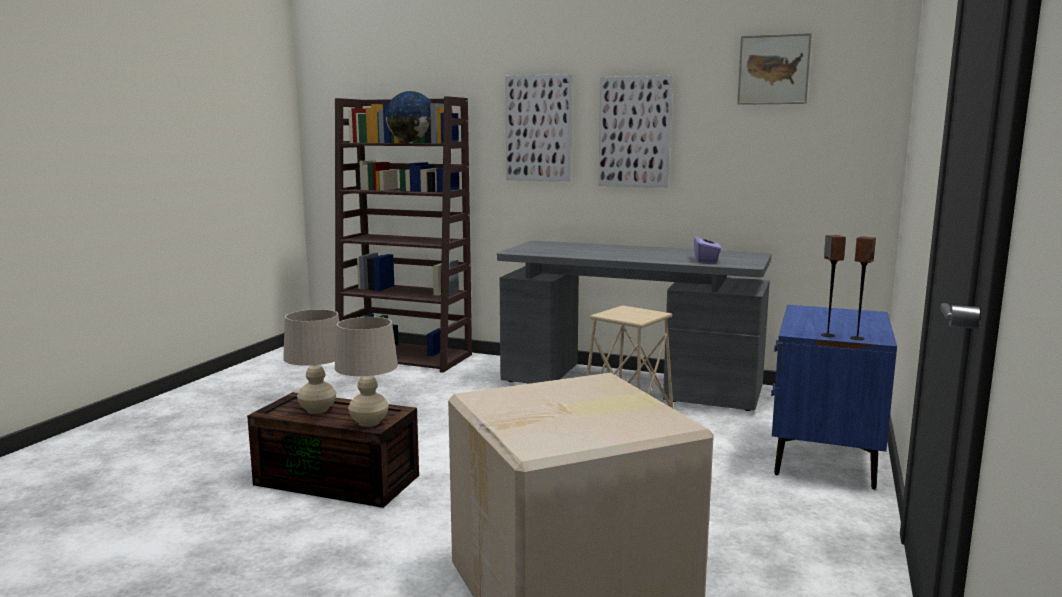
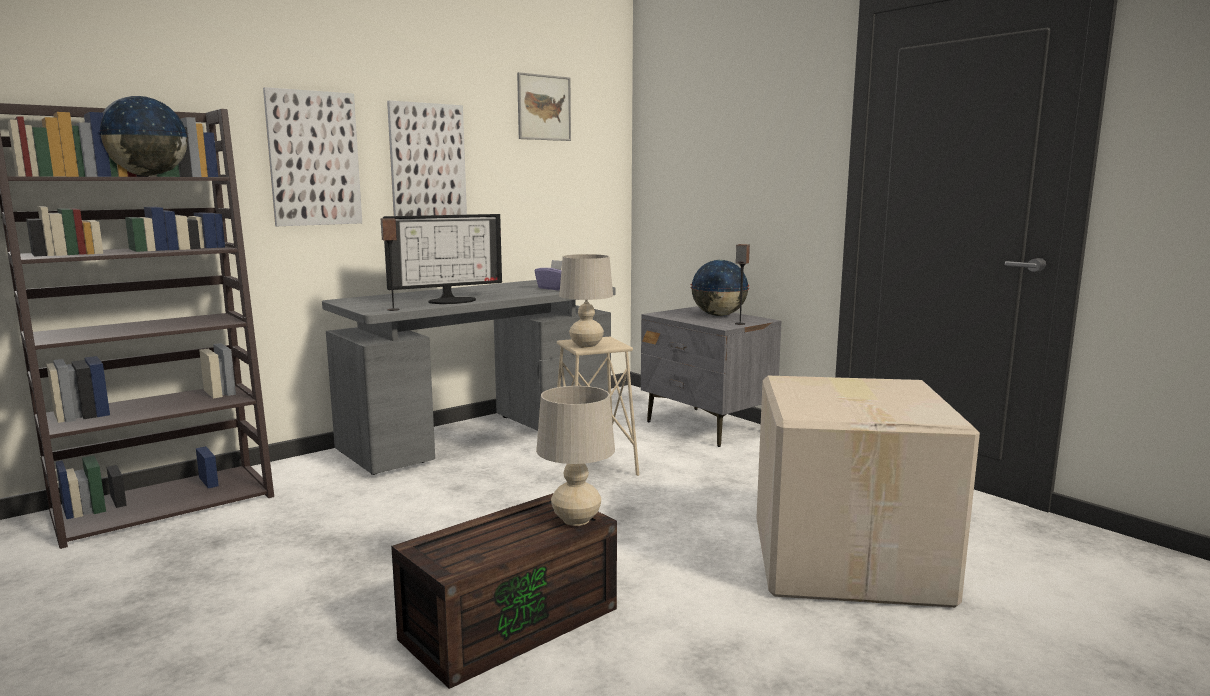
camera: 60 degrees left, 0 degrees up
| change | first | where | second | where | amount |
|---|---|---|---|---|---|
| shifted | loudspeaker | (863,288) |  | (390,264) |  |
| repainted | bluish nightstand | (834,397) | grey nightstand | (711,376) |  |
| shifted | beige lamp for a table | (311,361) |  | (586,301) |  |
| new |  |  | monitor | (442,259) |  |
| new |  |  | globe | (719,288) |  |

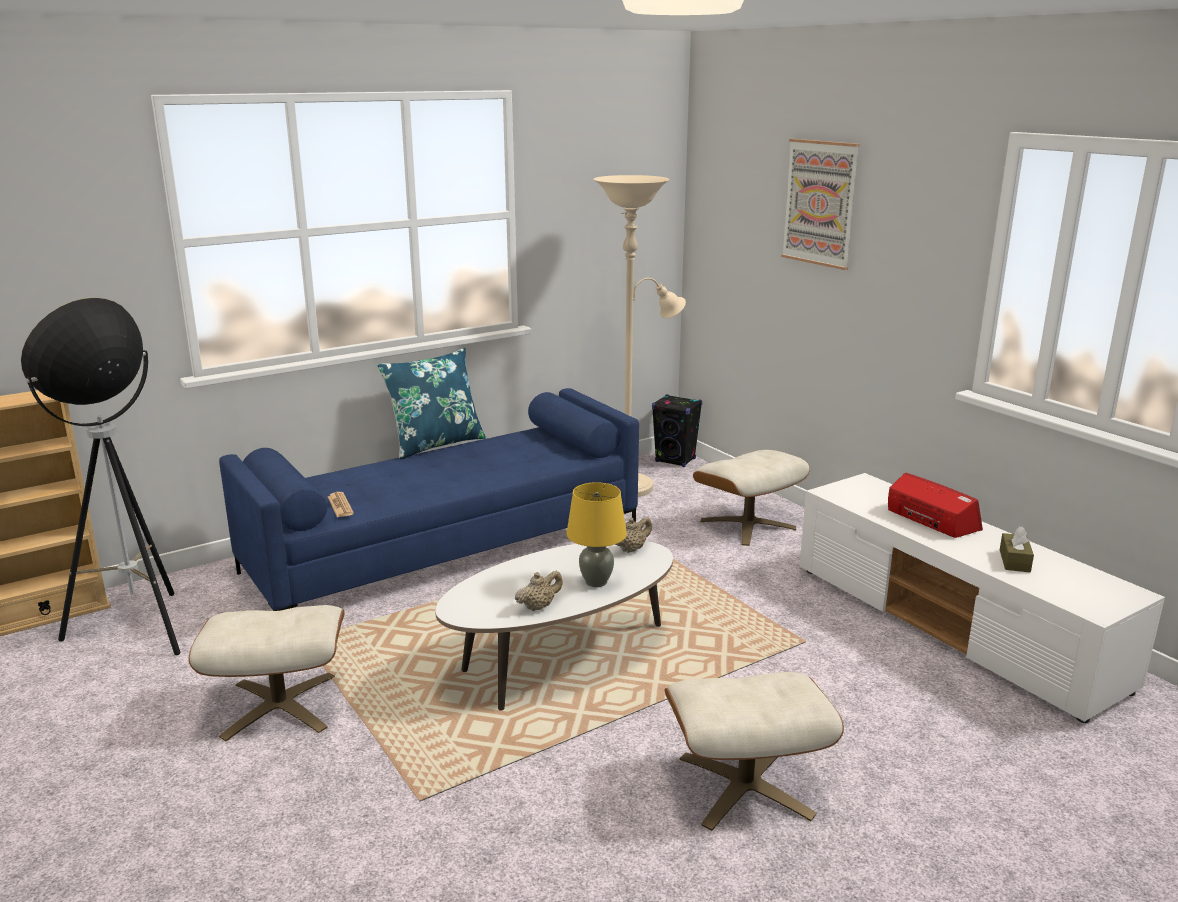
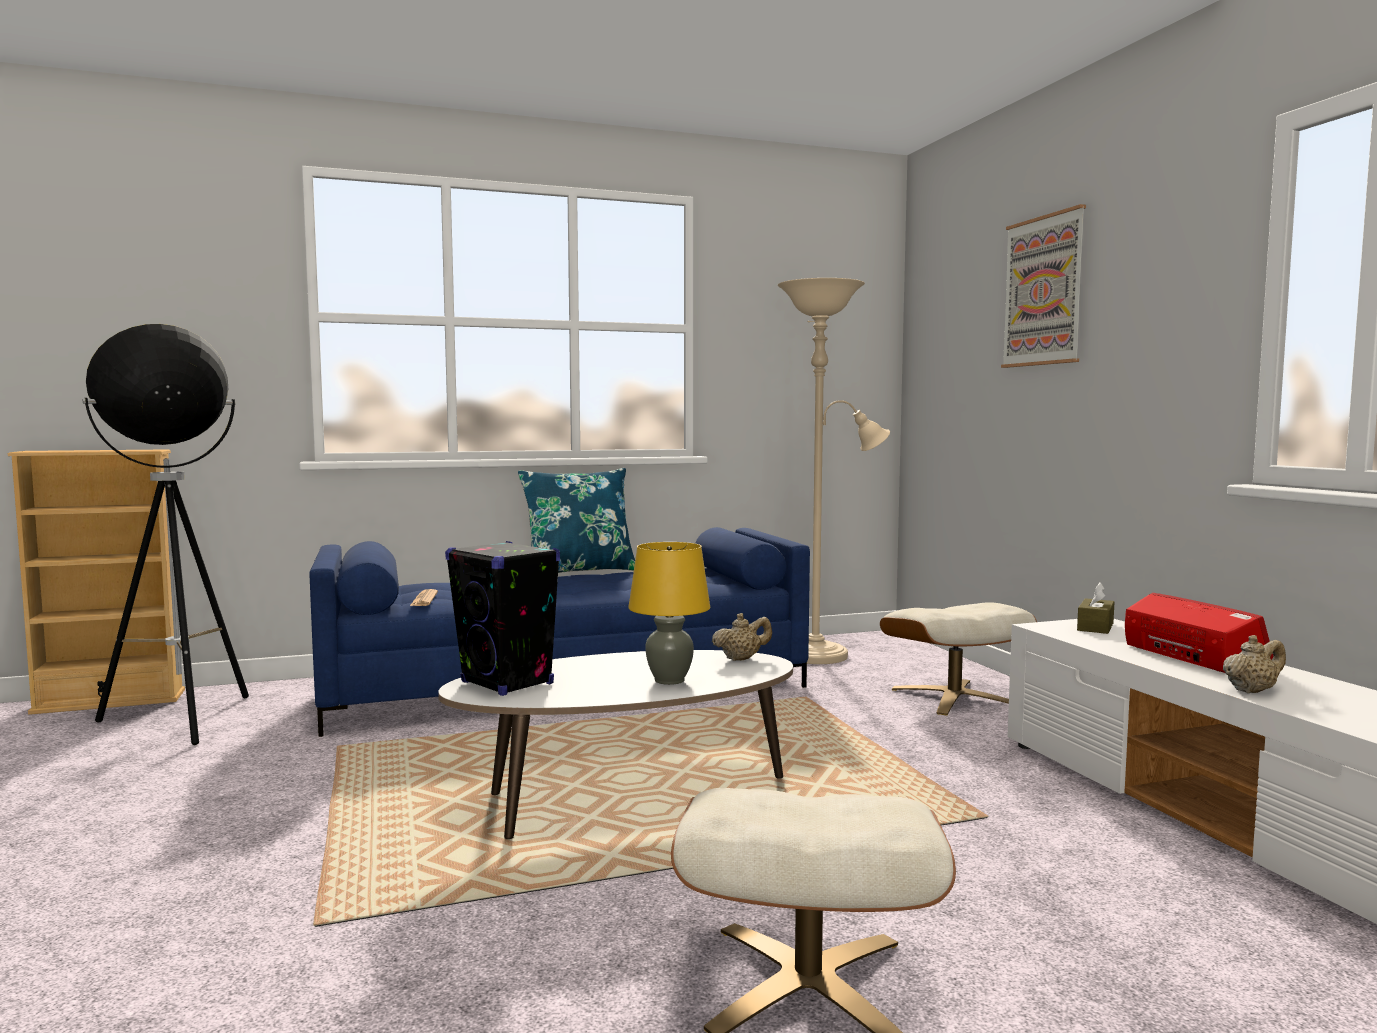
camera: 15 degrees right, 15 degrees down
| change | first | where | second | where | amount |
|---|---|---|---|---|---|
| shifted | black loudspeaker | (677,431) |  | (502,618) |  |
| shifted | brown-coloured box of tissues | (1017,549) |  | (1096,608) |  |
| shifted | beige tea pot | (539,591) |  | (1254,664) |  |
| gone | beige ottoman | (267,673) |  |  |  |

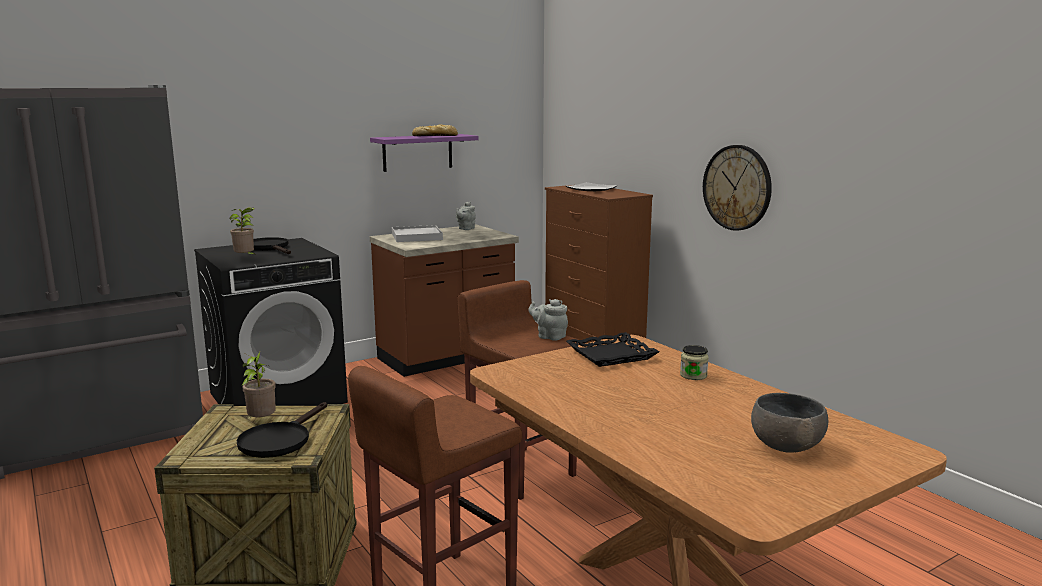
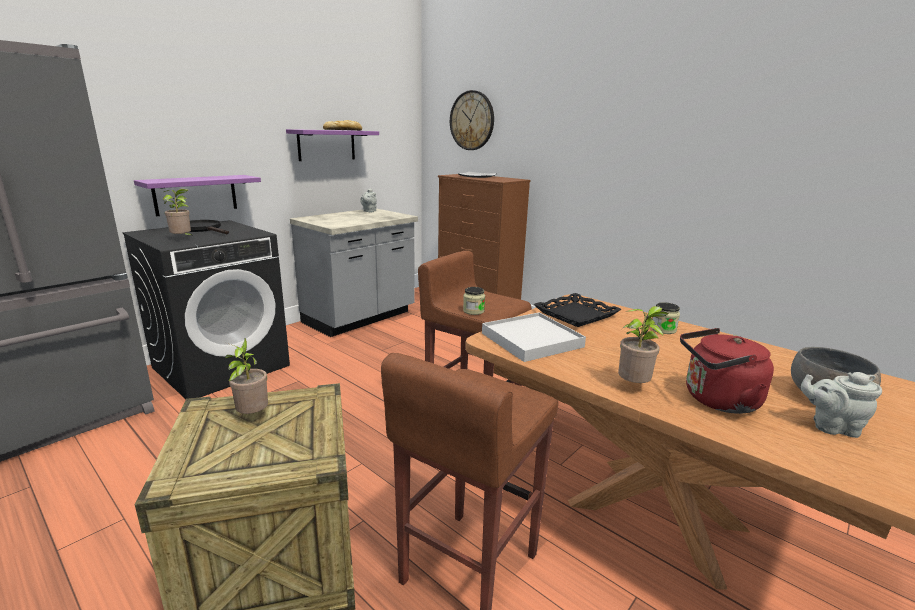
camera: 15 degrees left, 5 degrees up
| change | first | where | second | where | amount |
|---|---|---|---|---|---|
| shifted | wall clock | (737,188) |  | (472,120) |  |
| repainted | brown-coloured kitchen base unit | (444,300) | grey kitchen base unit | (354,272) |  |
| shifted | white carrying tray | (417,233) |  | (534,337) |  |
| shifted | grey tea pot | (548,320) |  | (841,405) |  |
| gone | black frying pan | (282,430) |  |  |  |
| new |  |  | purple bracket shelf | (197,195) |  |
| new |  |  | storage jar | (474,301) |  |
| new |  |  | houseplant | (643,344) |  |
| new |  |  | red-coloured tea kettle | (727,371) |  |

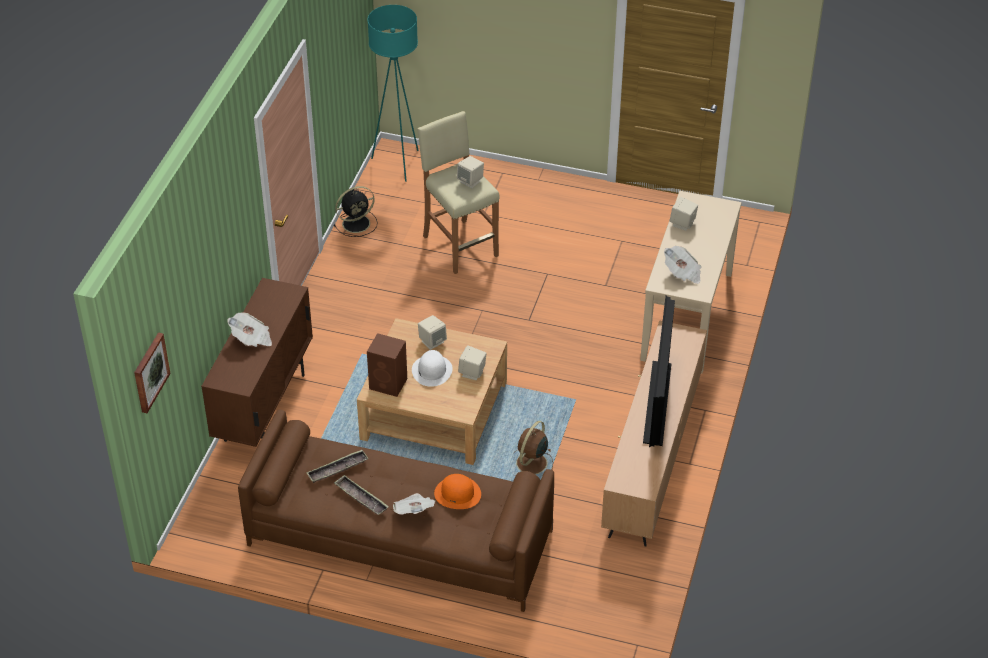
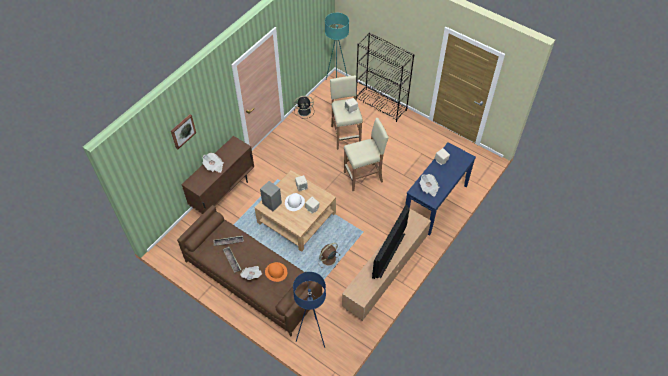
camera: 20 degrees right, 10 degrees up
| change | first | where | second | where | amount |
|---|---|---|---|---|---|
| repainted | beige hall table | (690,282) | bluish hall table | (440,189) |  |
| shifted | wall picture | (152,372) |  | (183,131) |  |
| repainted | brown-coloured loudspeaker | (387,365) | grey loudspeaker | (271,196) |  |
| new |  |  | black bookcase | (385,77) |  |
| new |  |  | beige stool seat | (366,154) |  |
| new |  |  | bluish floor lamp | (309,310) |  |

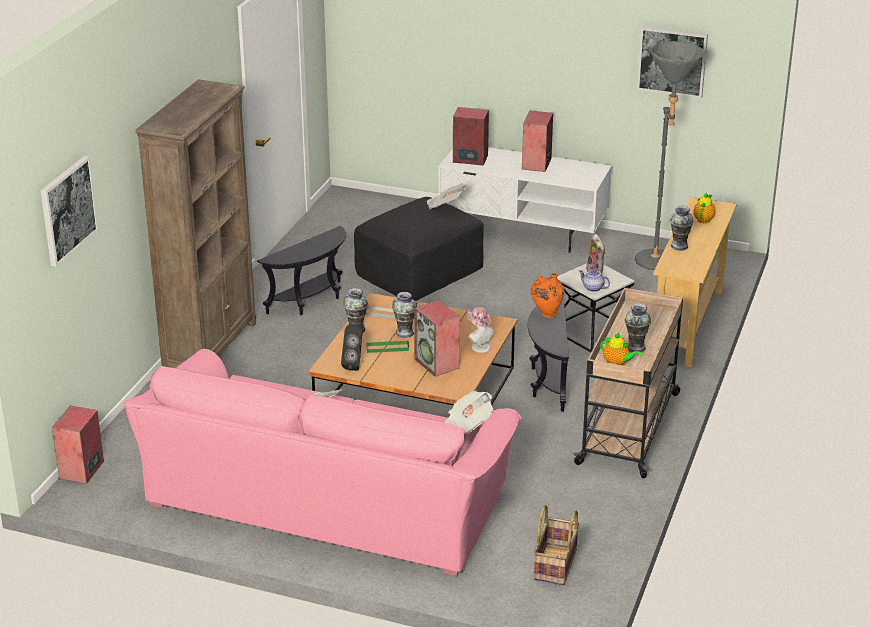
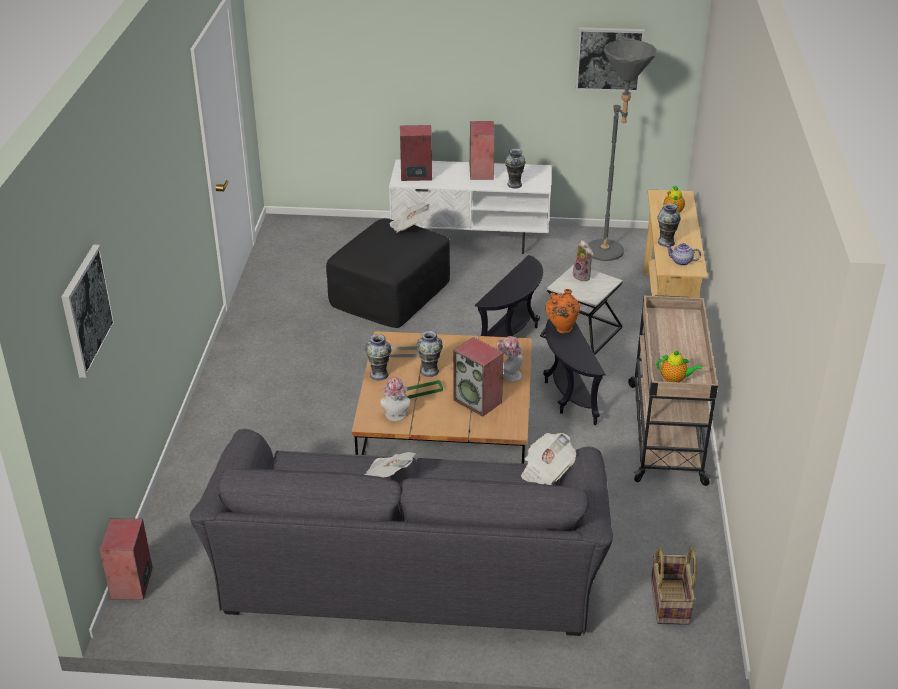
camera: 15 degrees left, 5 degrees up
| change | first | where | second | where | amount |
|---|---|---|---|---|---|
| gone | brown-coloured bookcase | (196,223) |  |  |  |
| shifted | black side table | (301,270) |  | (509,296) |  |
| shifted | tea pot | (594,281) |  | (683,254) |  |
| shifted | flower vase | (638,328) |  | (515,169) |  |
| swapped | black loudspeaker | (352,347) | wearable hat | (395,399) |  |
| repainted | pinkish settee | (322,462) | grey settee | (401,532) |  |

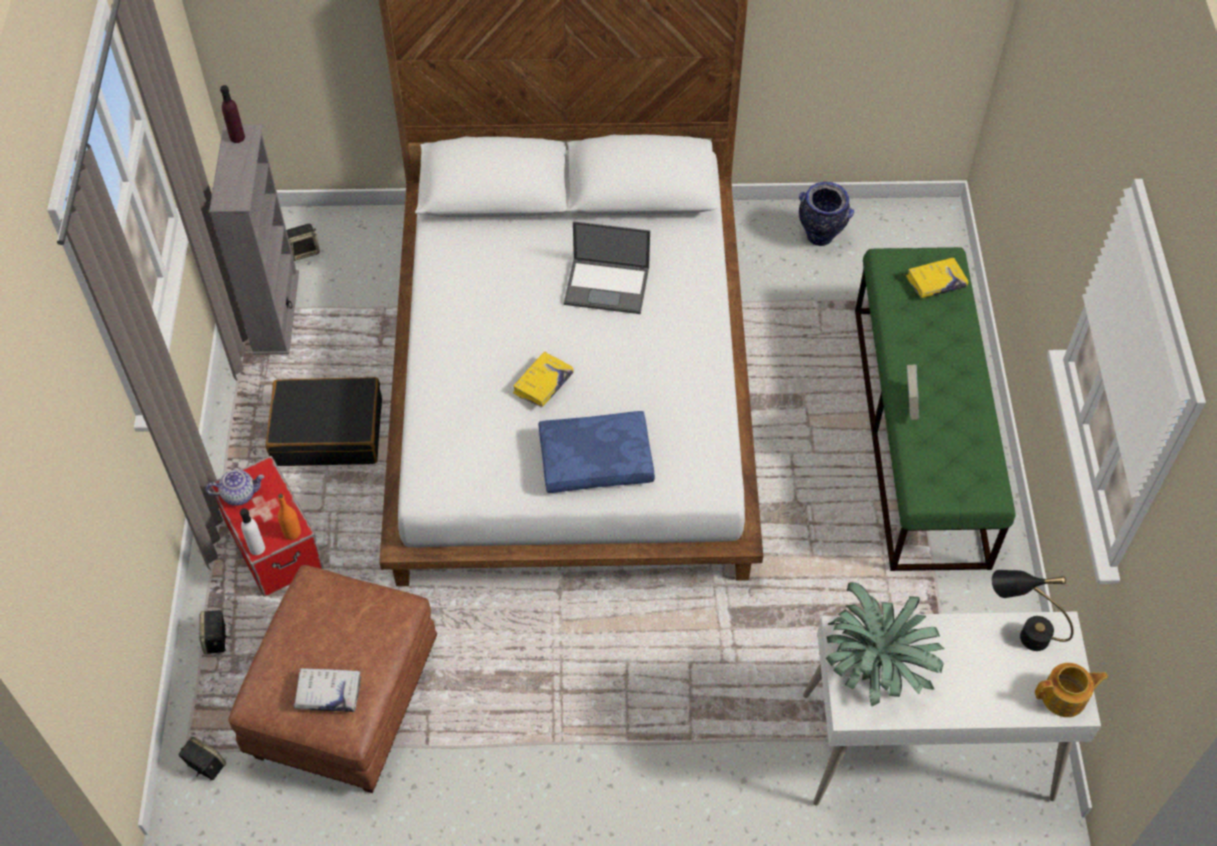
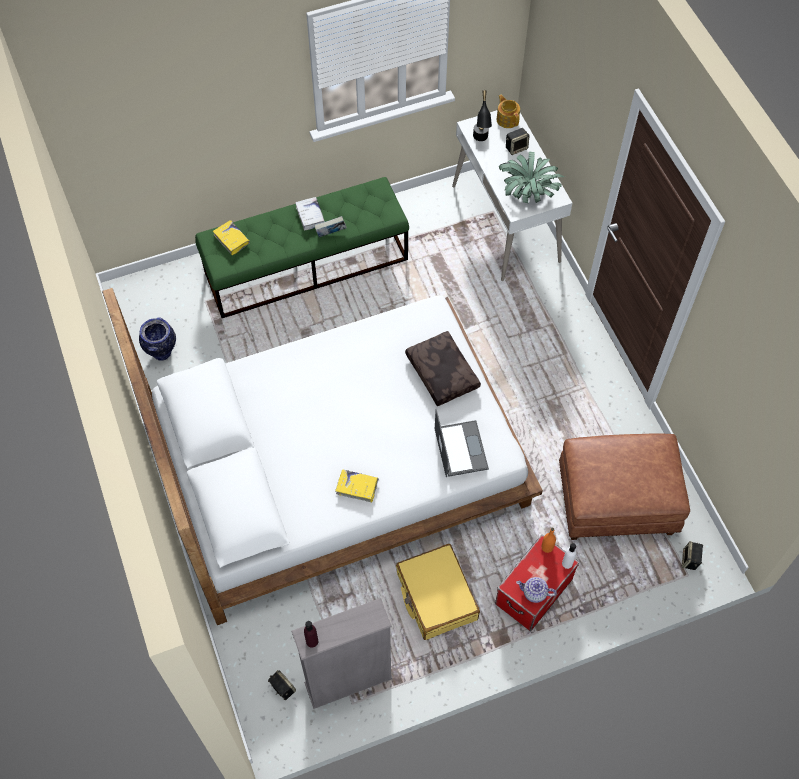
camera: 110 degrees left, 5 degrees up
| change | first | where | second | where | amount |
|---|---|---|---|---|---|
| shifted | portable computer | (607,267) |  | (462,443) |  |
| shifted | yellow book | (543,379) |  | (357,485) |  |
| repainted | black travel case | (323,421) | yellow travel case | (438,592) |  |
| repainted | bluish pillow | (597,452) | brown-coloured pillow | (443,368) |  |
| rotated | tea pot | (235,488) |  | (536,590) | 45 degrees counterclockwise |
| shifted | loudspeaker | (214,632) |  | (517,141) |  |
| shifted | white book | (327,690) |  | (310,214) |  |

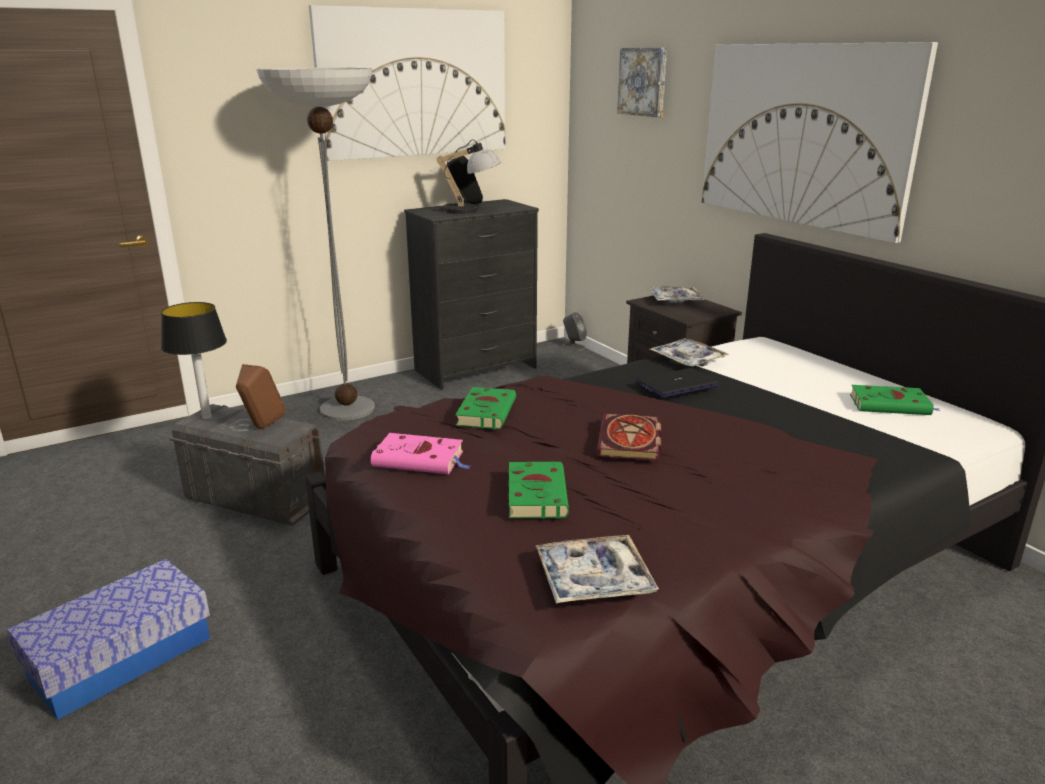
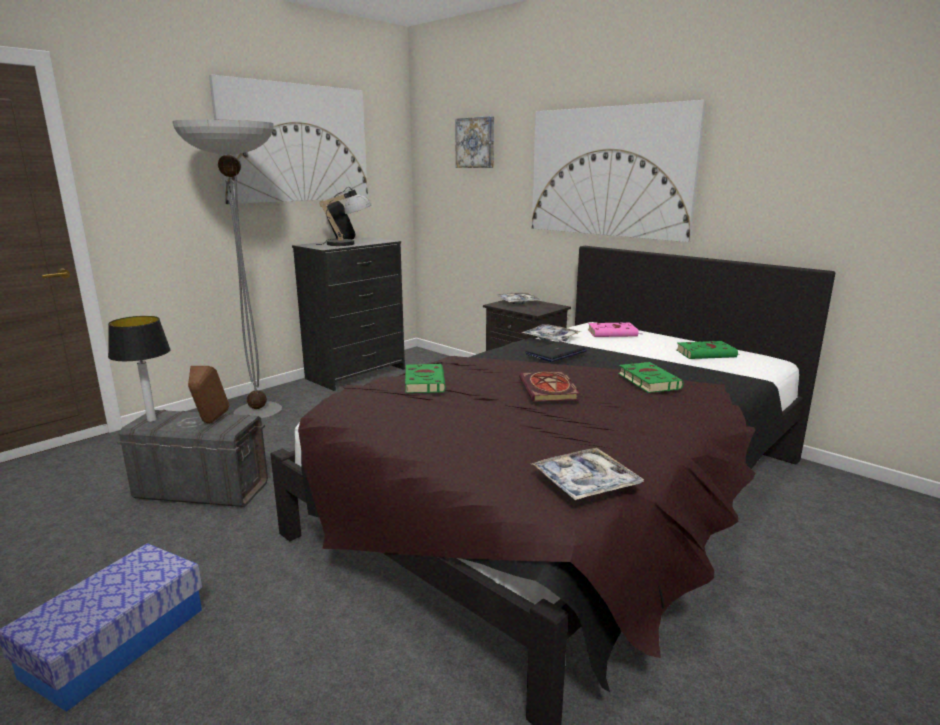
camera: 15 degrees left, 5 degrees down
| change | first | where | second | where | amount |
|---|---|---|---|---|---|
| gone | grey loudspeaker | (575,331) |  |  |  |
| shifted | pinkish book | (420,453) |  | (615,330) |  |
| shifted | green book | (538,490) |  | (651,377) |  |

